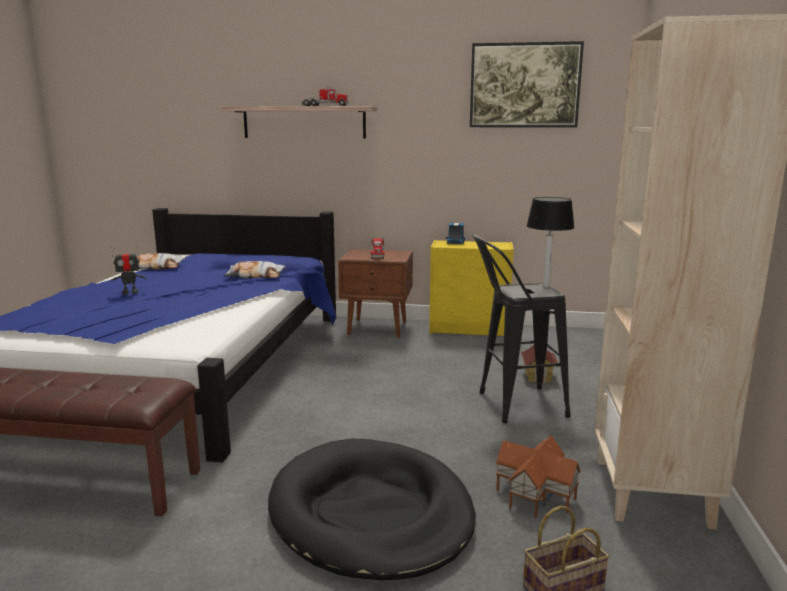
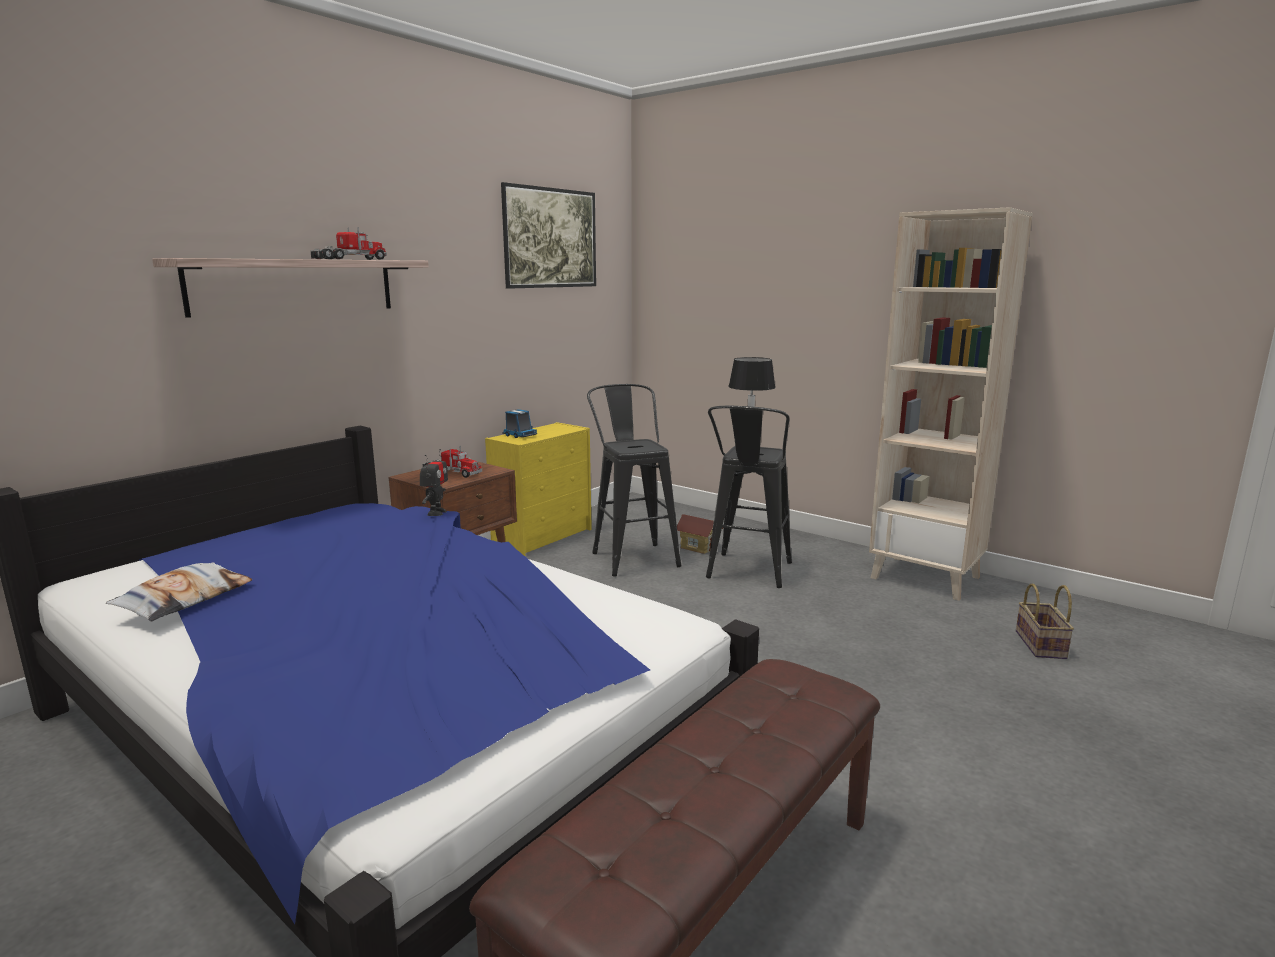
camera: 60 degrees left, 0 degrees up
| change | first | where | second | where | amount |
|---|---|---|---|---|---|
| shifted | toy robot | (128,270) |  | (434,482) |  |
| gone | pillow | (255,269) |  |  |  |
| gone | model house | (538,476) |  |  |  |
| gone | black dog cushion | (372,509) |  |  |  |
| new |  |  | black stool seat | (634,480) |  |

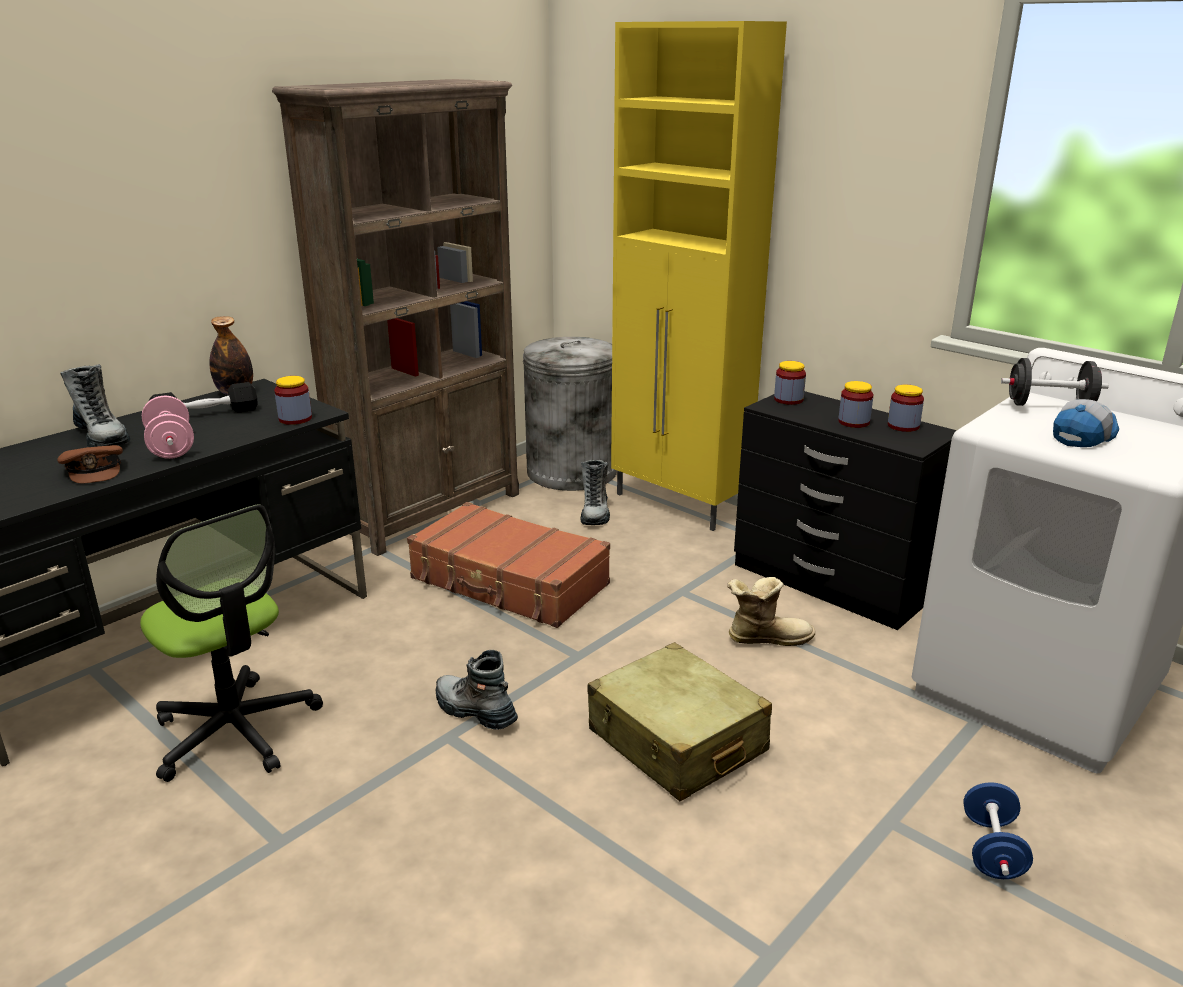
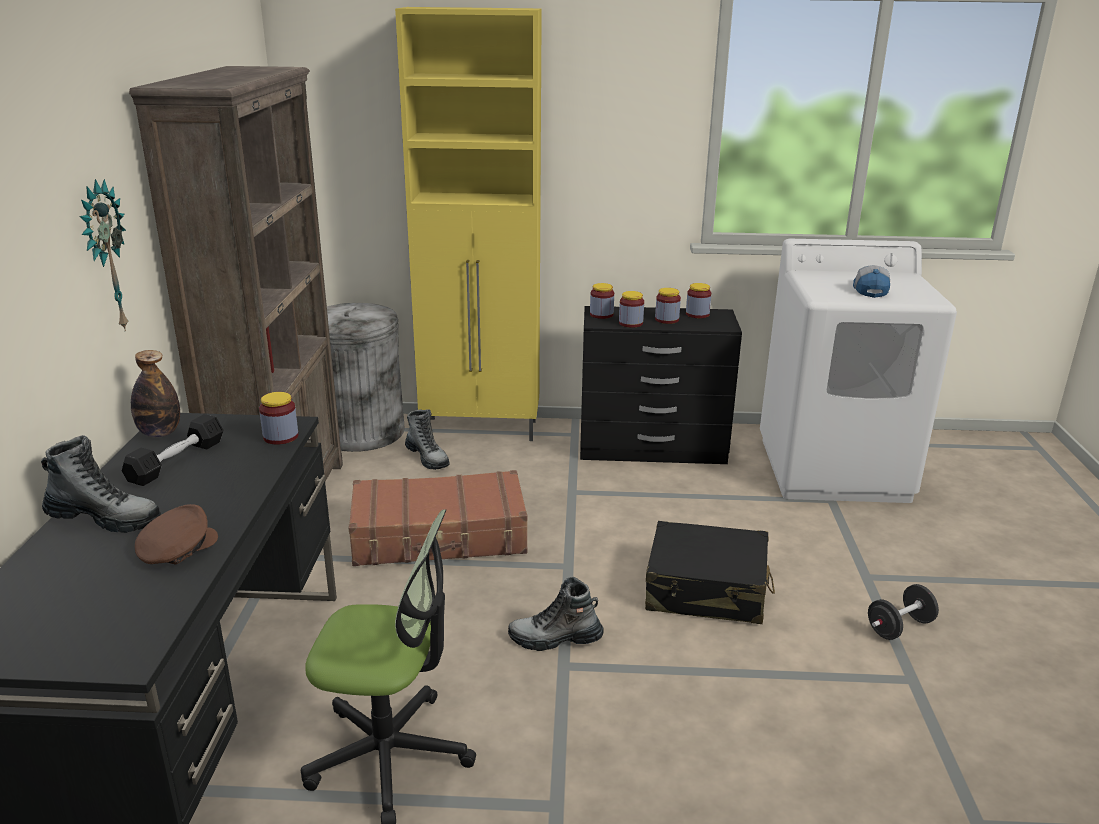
camera: 40 degrees left, 0 degrees up
| change | first | where | second | where | amount |
|---|---|---|---|---|---|
| shifted | black dumbbell | (1055,382) |  | (903,612) |  |
| gone | pinkish dumbbell | (168,427) |  |  |  |
| rotated | brown-coloured peaked cap | (90,464) |  | (176,534) | 75 degrees counterclockwise |
| gone | boot | (771,611) |  |  |  |
| repainted | beige travel case | (679,721) | black travel case | (710,572) |  |
| gone | bluish dumbbell | (998,830) |  |  |  |
| new |  |  | wall clock | (104,255) |  |
| new |  |  | storage jar | (631,309) |  |

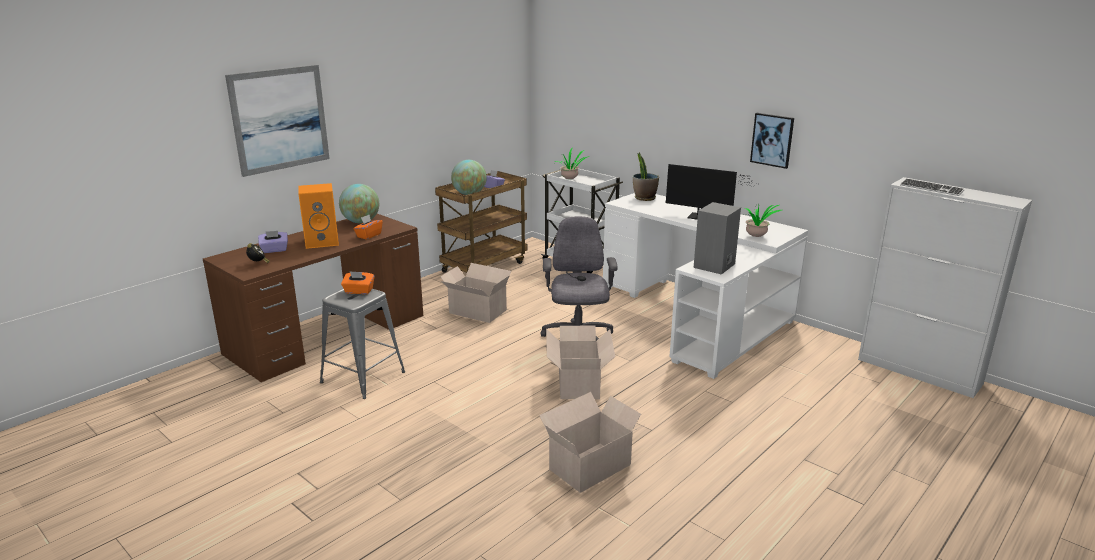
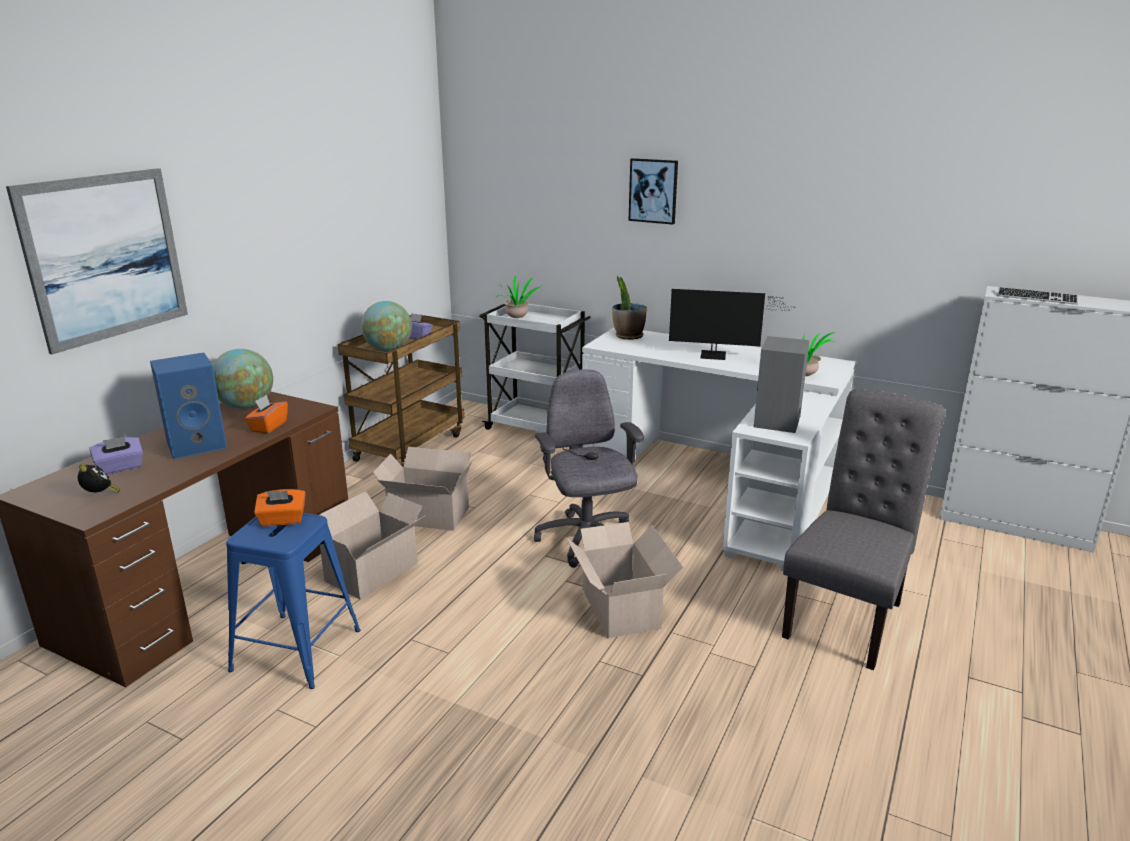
camera: 15 degrees left, 0 degrees up
| change | first | where | second | where | amount |
|---|---|---|---|---|---|
| shifted | wall picture | (772,141) |  | (653,191) |  |
| repainted | orange-coloured loudspeaker | (318,216) | bluish loudspeaker | (188,405) |  |
| repainted | grey stool seat | (362,343) | bluish stool seat | (293,601) |  |
| shifted | carton | (591,442) |  | (372,545) |  |
| new |  |  | grey plain chair | (864,530) |  |

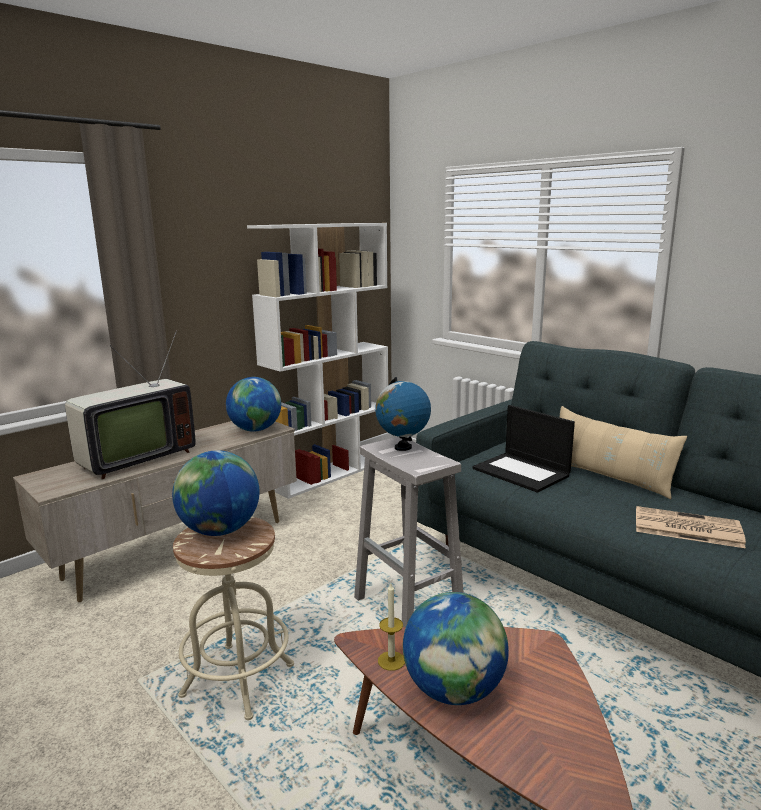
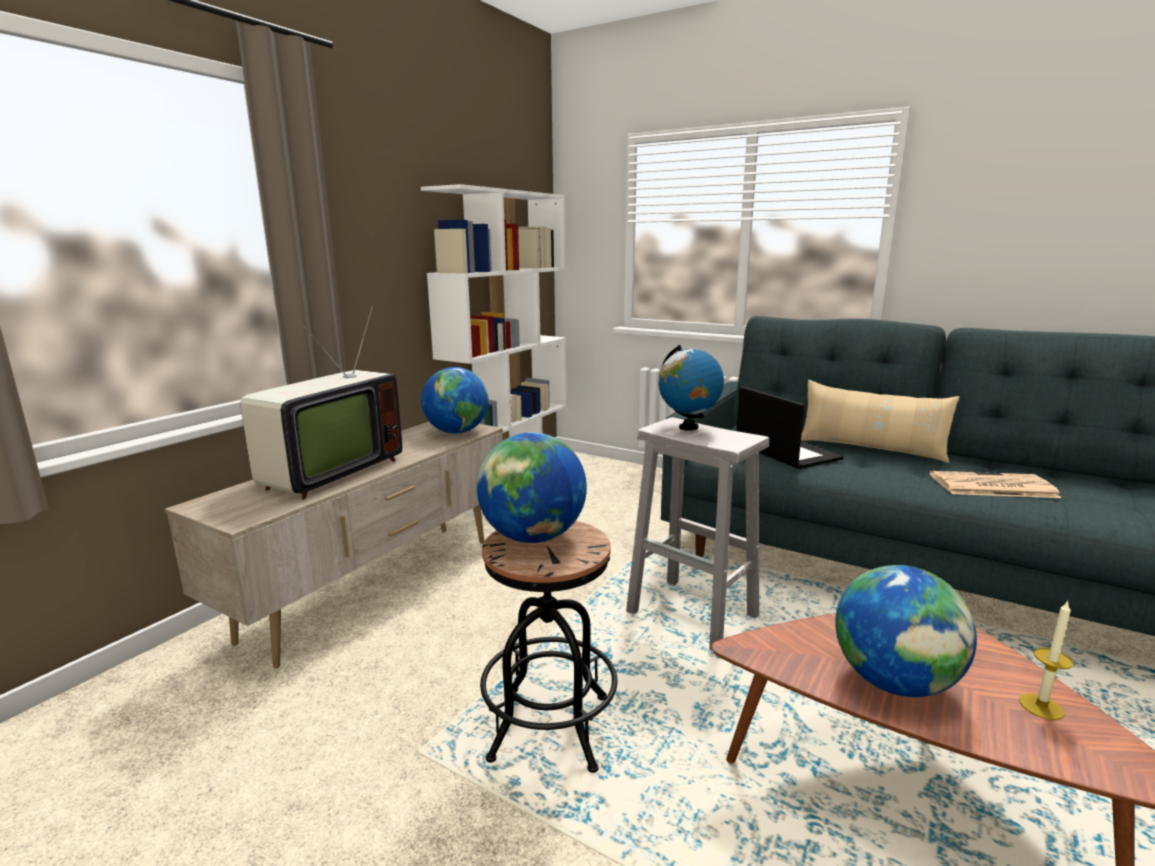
camera: 15 degrees left, 0 degrees up
| change | first | where | second | where | amount |
|---|---|---|---|---|---|
| rotated | portable computer | (524,448) |  | (790,427) | 150 degrees counterclockwise |
| repainted | beige stool seat | (233,618) | black stool seat | (548,647) |  |
| shifted | candle | (391,627) |  | (1046,660) |  |

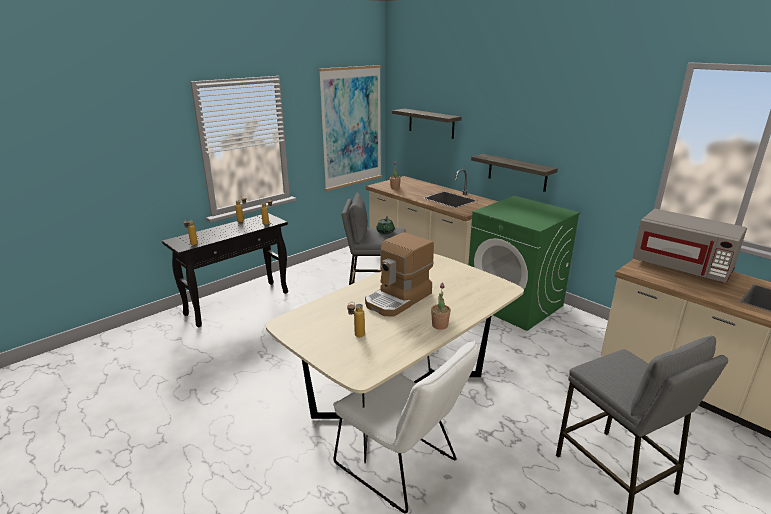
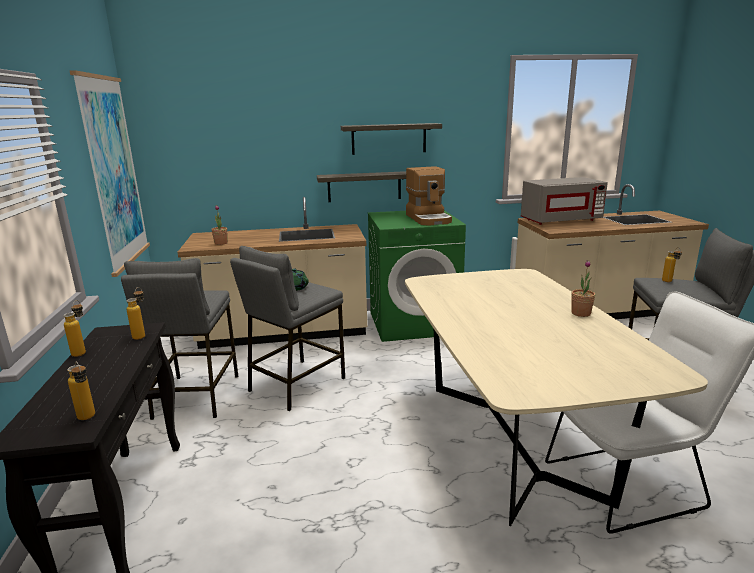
camera: 55 degrees left, 5 degrees down
| change | first | where | second | where | amount |
|---|---|---|---|---|---|
| shifted | bracket shelf | (427,124) |  | (391,139) |  |
| shifted | coffee maker | (399,274) |  | (429,196) |  |
| shifted | bottle | (356,319) |  | (672,264) |  |
| new |  |  | grey stool seat | (179,339) |  |

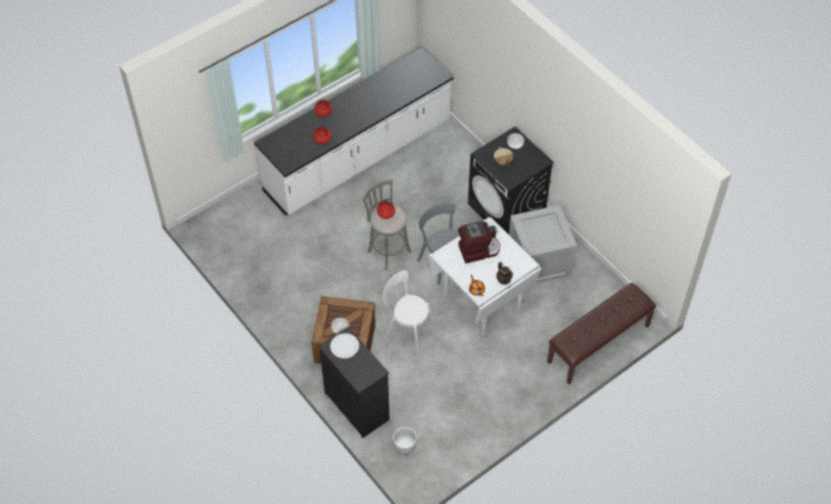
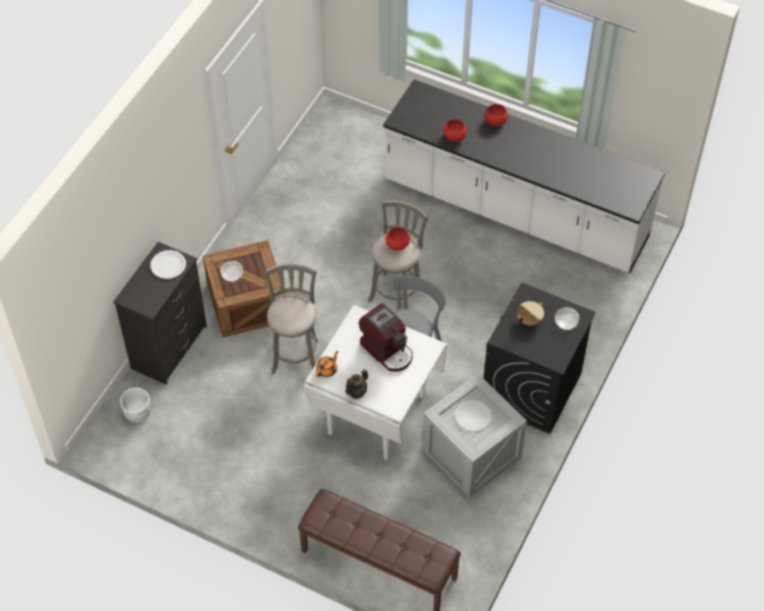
camera: 65 degrees right, 0 degrees up
| change | first | where | second | where | amount |
|---|---|---|---|---|---|
| swapped | white plain chair | (408,311) | grey stool seat | (291,319) |  |
| new |  |  | white plate | (473,415) |  |

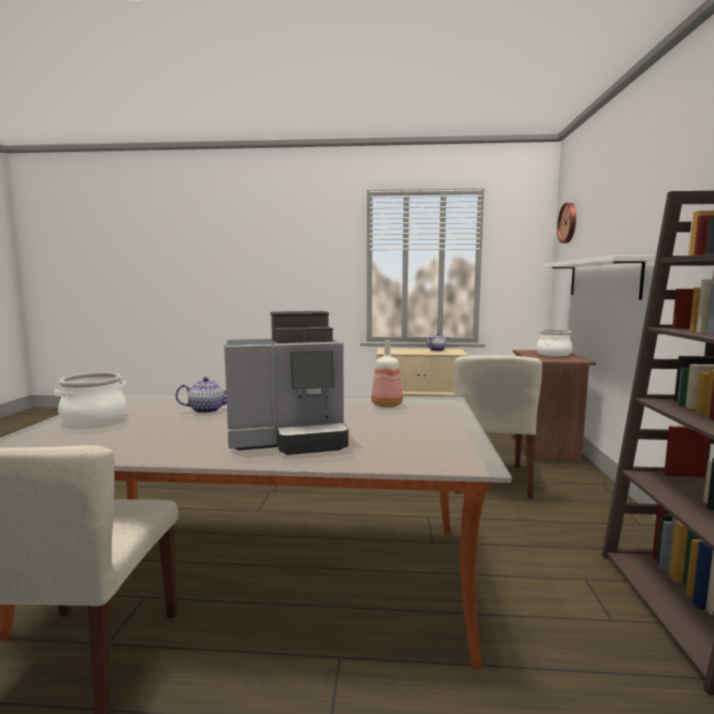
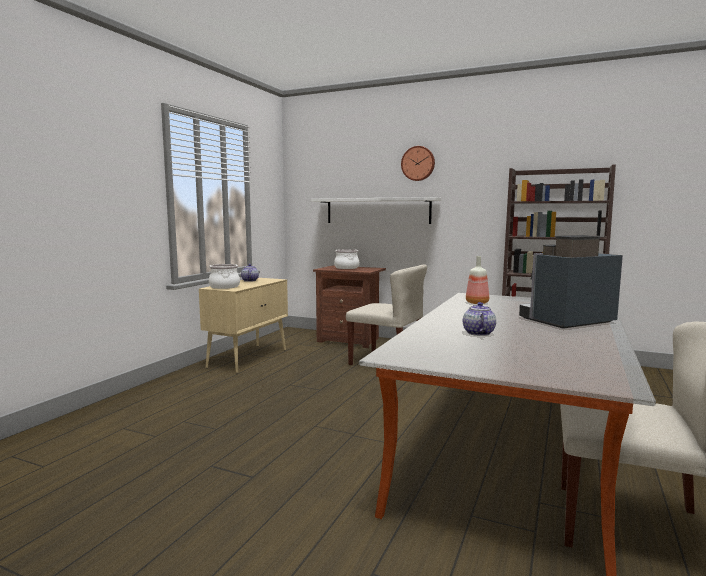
camera: 70 degrees left, 0 degrees up
| change | first | where | second | where | amount |
|---|---|---|---|---|---|
| shifted | wall clock | (566,223) |  | (418,163) |  |
| rotated | coffee maker | (286,383) |  | (571,282) | 120 degrees counterclockwise |
| shifted | cooking pot | (90,399) |  | (224,276) |  |

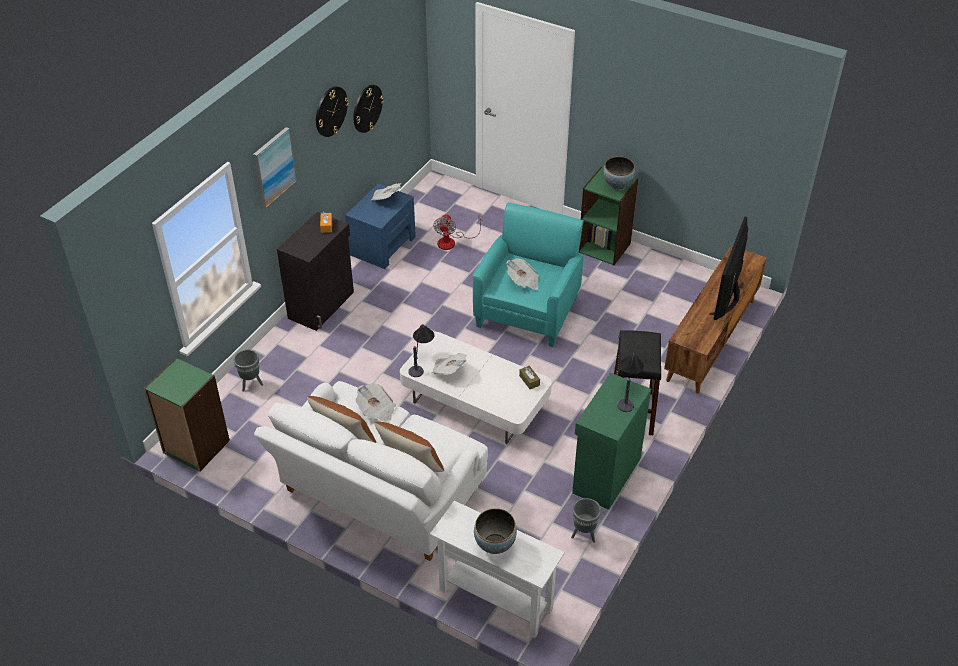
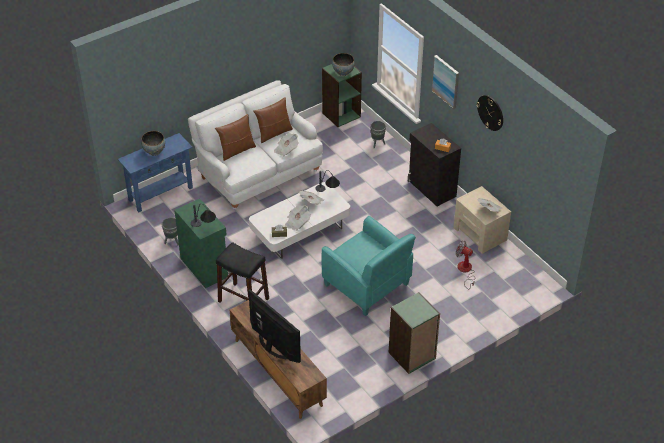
camera: 115 degrees right, 0 degrees up
| change | first | where | second | where | amount |
|---|---|---|---|---|---|
| gone | wall clock | (368,109) |  |  |  |
| shifted | deep dish | (619,173) |  | (343,64) |  |
| repainted | bluish nightstand | (380,226) | beige nightstand | (482,220) |  |
| shifted | daily paper | (522,274) |  | (297,218) |  |
| repainted | white hall table | (497,569) | bluish hall table | (155,172) |  |

